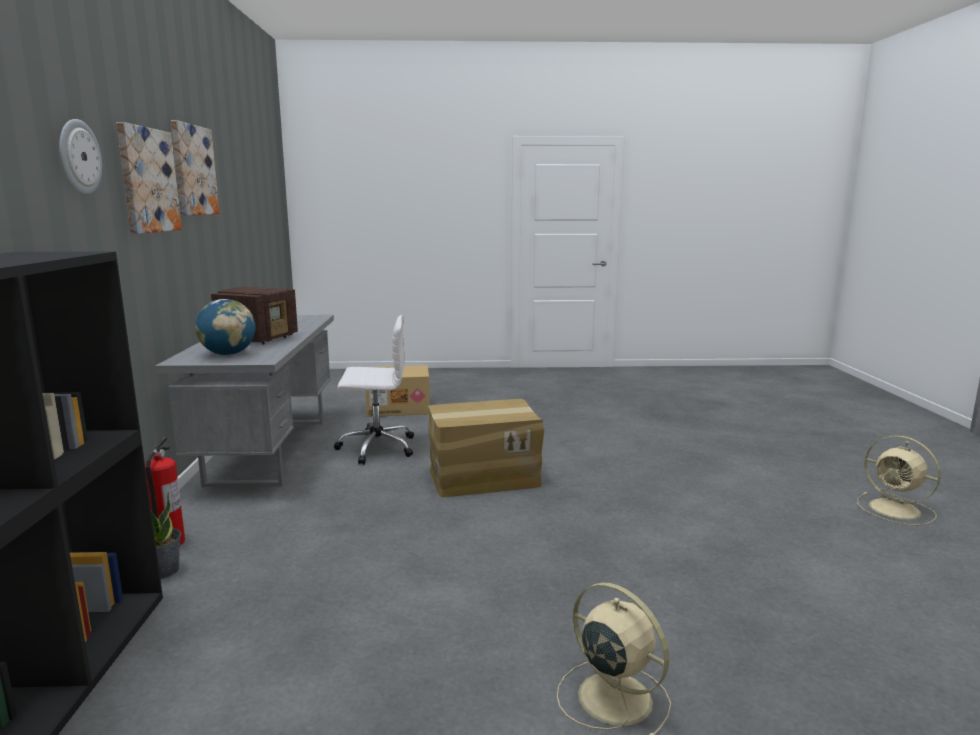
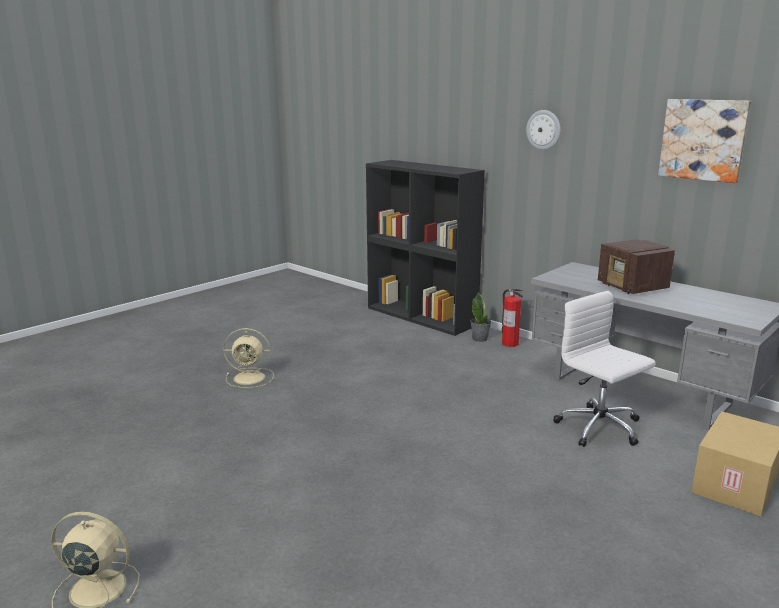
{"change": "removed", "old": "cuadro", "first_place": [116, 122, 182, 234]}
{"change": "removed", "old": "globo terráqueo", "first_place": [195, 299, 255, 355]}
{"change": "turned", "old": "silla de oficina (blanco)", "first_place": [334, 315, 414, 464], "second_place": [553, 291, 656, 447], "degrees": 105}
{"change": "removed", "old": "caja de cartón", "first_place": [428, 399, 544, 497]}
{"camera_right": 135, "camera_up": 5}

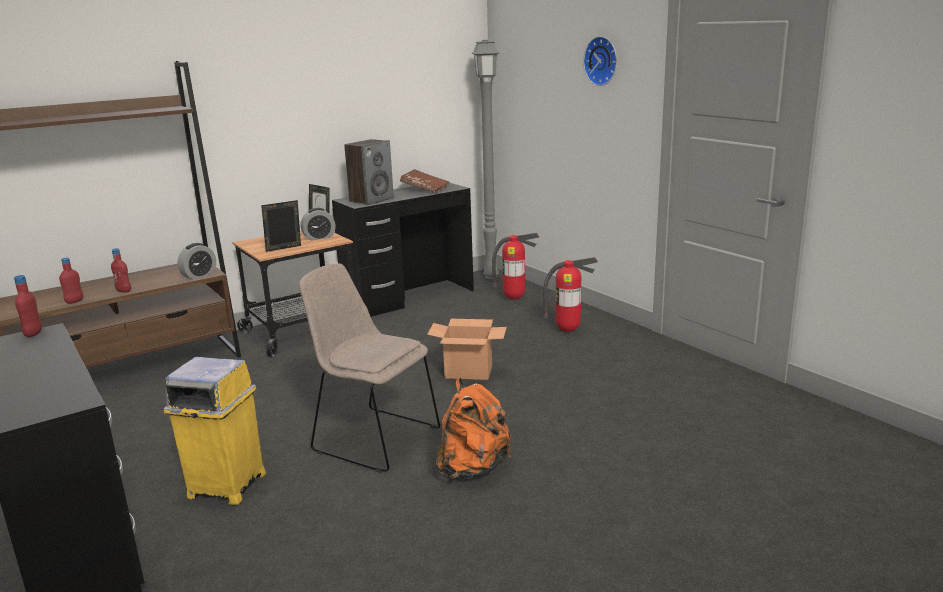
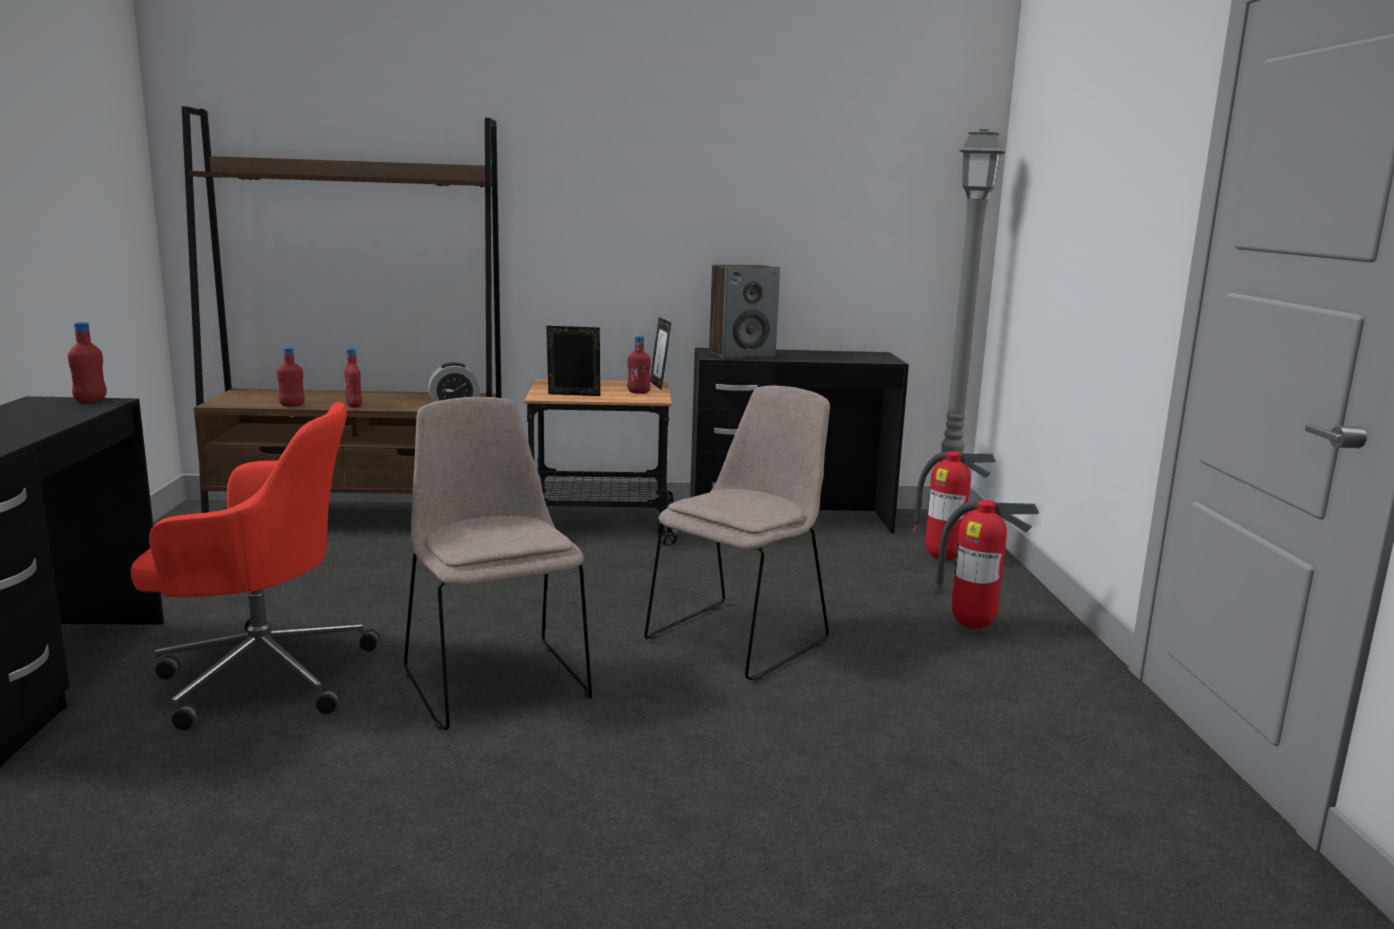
{"change": "removed", "old": "reloj de pared", "first_place": [583, 36, 617, 86]}
{"change": "removed", "old": "libro (marrón)", "first_place": [400, 169, 450, 193]}
{"change": "replaced", "old": "despertador", "new": "botella (rojo)", "first_place": [301, 208, 335, 241], "second_place": [627, 336, 651, 394]}
{"change": "replaced", "old": "caja de cartón", "new": "silla (beis)", "first_place": [427, 319, 507, 380], "second_place": [644, 385, 830, 681]}
{"change": "replaced", "old": "papelera (amarillo)", "new": "silla de oficina (rojo)", "first_place": [164, 357, 266, 505], "second_place": [130, 402, 380, 730]}
{"change": "removed", "old": "mochila (naranja)", "first_place": [436, 378, 511, 479]}
{"camera_right": 30, "camera_up": -5}

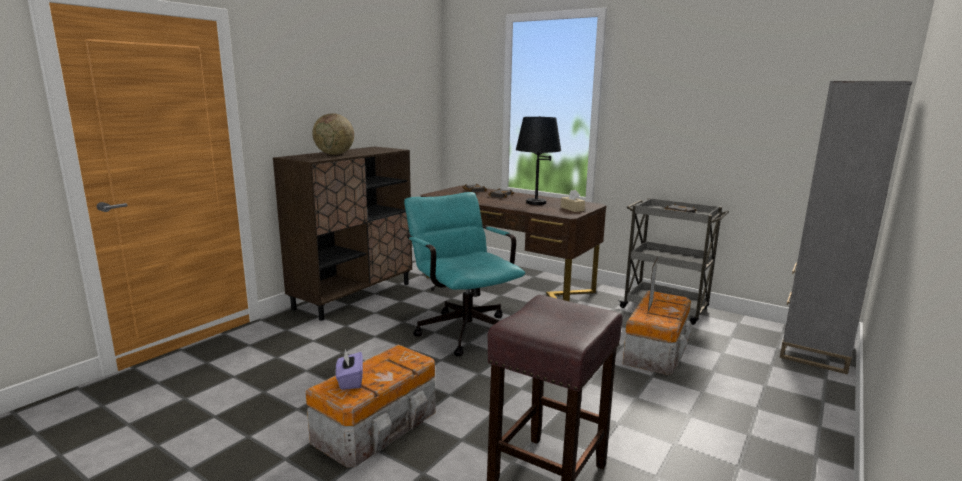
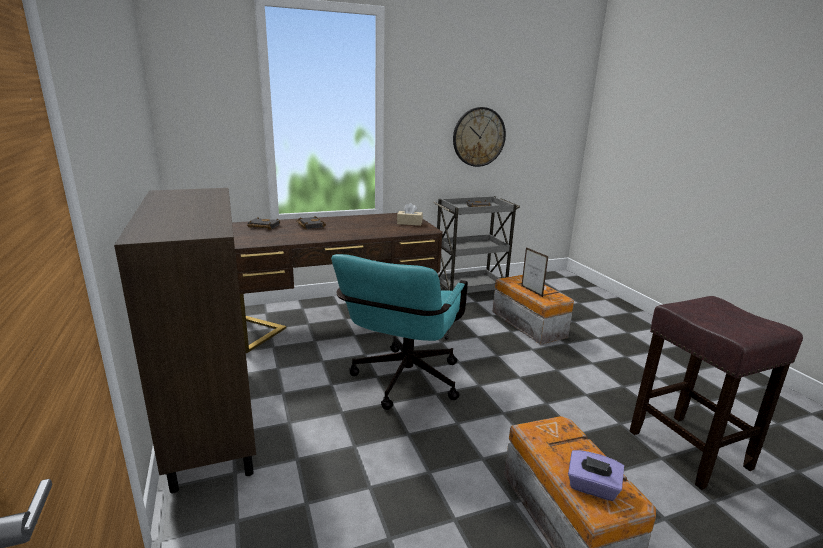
{"change": "removed", "old": "estantería (gris)", "first_place": [780, 81, 912, 374]}
{"change": "removed", "old": "globo terráqueo", "first_place": [312, 113, 354, 155]}
{"change": "removed", "old": "lámpara de mesa (negro)", "first_place": [516, 116, 561, 205]}
{"change": "turned", "old": "silla de oficina (turquesa)", "first_place": [404, 192, 525, 357], "second_place": [331, 254, 468, 410], "degrees": -75}
{"change": "added", "new": "reloj de pared", "second_place": [453, 107, 506, 167]}
{"camera_right": -55, "camera_up": 5}

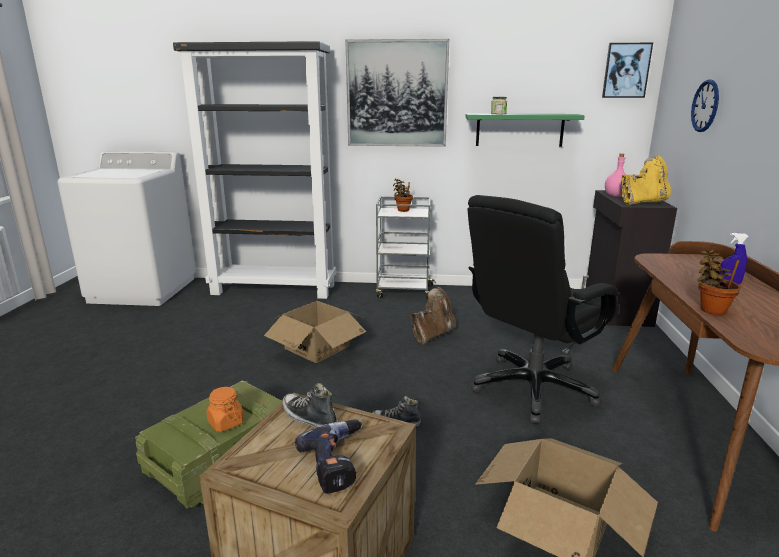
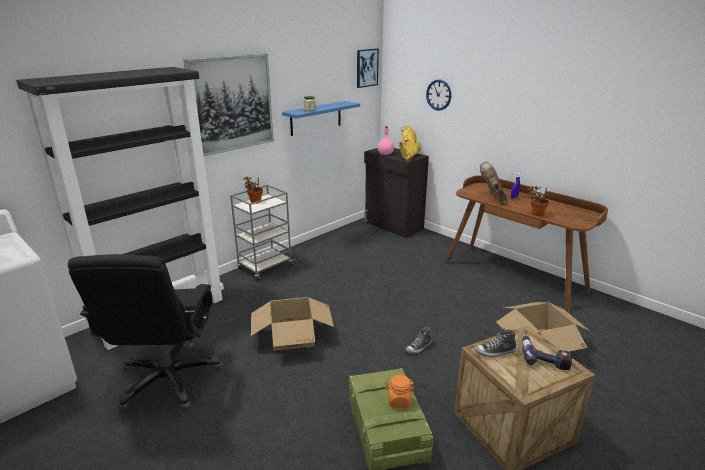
{"change": "recoloured", "old": "estante (verde)", "new": "estante (azul)", "first_place": [465, 113, 585, 147], "second_place": [282, 101, 360, 136]}
{"change": "moved", "old": "silla de oficina (negro)", "first_place": [467, 195, 619, 424], "second_place": [68, 254, 223, 411]}
{"change": "moved", "old": "bota (marrón)", "first_place": [410, 287, 456, 345], "second_place": [480, 162, 507, 205]}
{"camera_right": -50, "camera_up": 5}

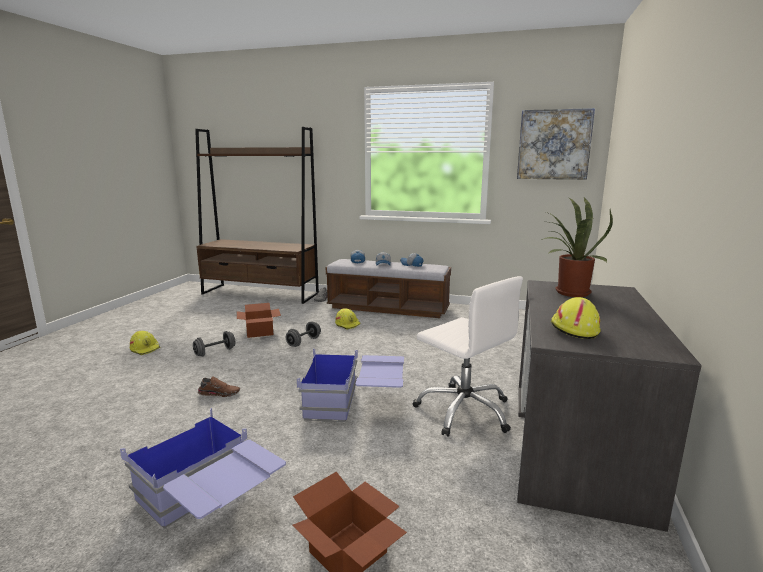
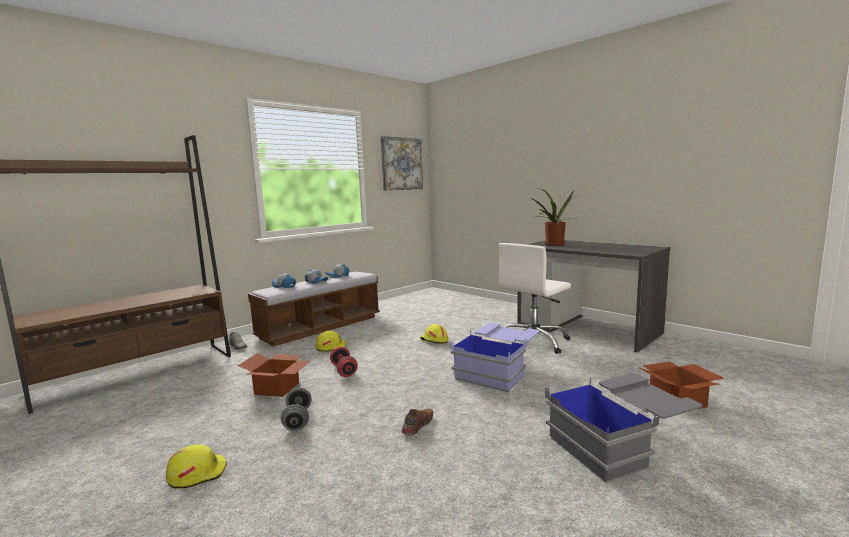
{"change": "turned", "old": "silla de oficina (blanco)", "first_place": [413, 276, 523, 437], "second_place": [499, 243, 571, 354], "degrees": 150}
{"change": "moved", "old": "casco (amarillo)", "first_place": [551, 297, 601, 339], "second_place": [420, 324, 448, 344]}
{"change": "recoloured", "old": "mancuerna (gris)", "new": "mancuerna (rojo)", "first_place": [286, 321, 321, 347], "second_place": [330, 347, 358, 377]}
{"change": "recoloured", "old": "caja de almacenaje (azul)", "new": "caja de almacenaje (gris)", "first_place": [120, 408, 286, 529], "second_place": [545, 373, 703, 483]}
{"camera_right": -60, "camera_up": -5}

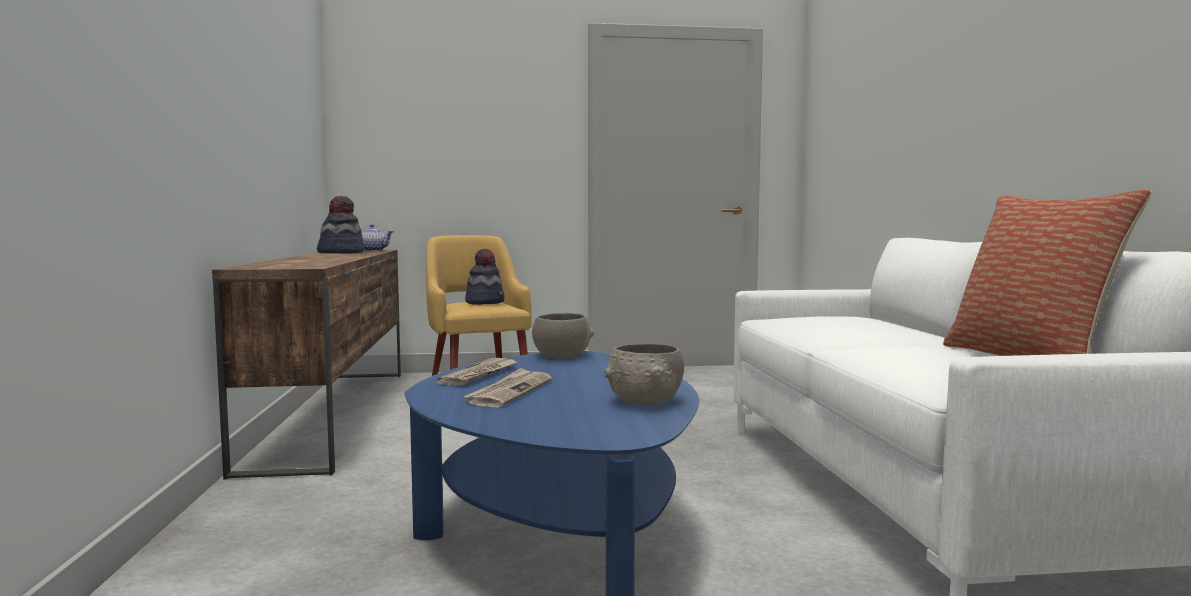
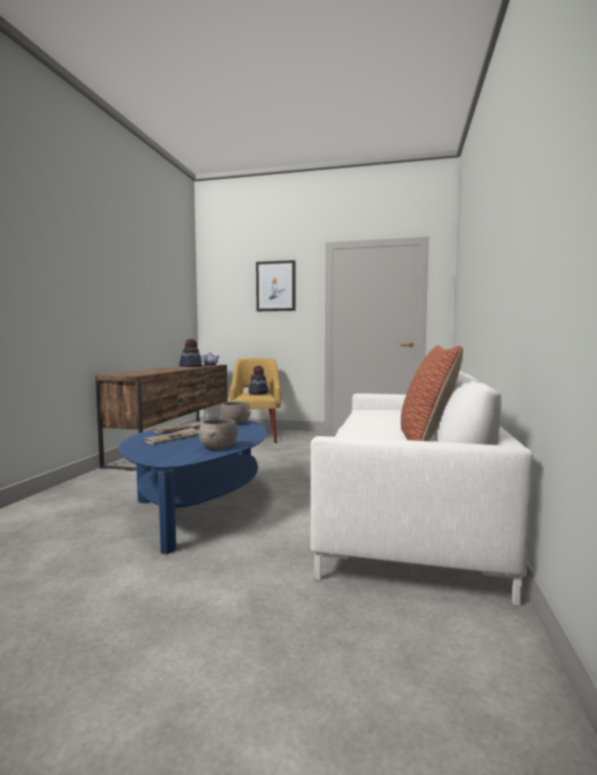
{"change": "added", "new": "cuadro", "second_place": [256, 260, 295, 311]}
{"camera_right": 20, "camera_up": 0}

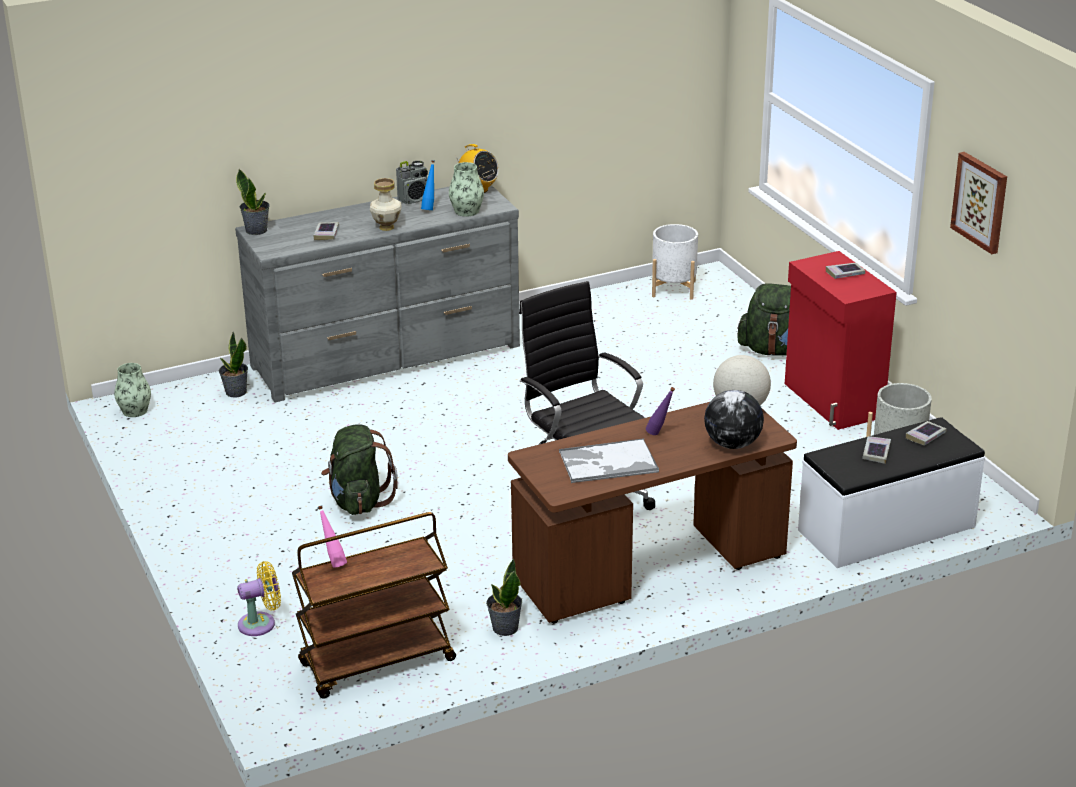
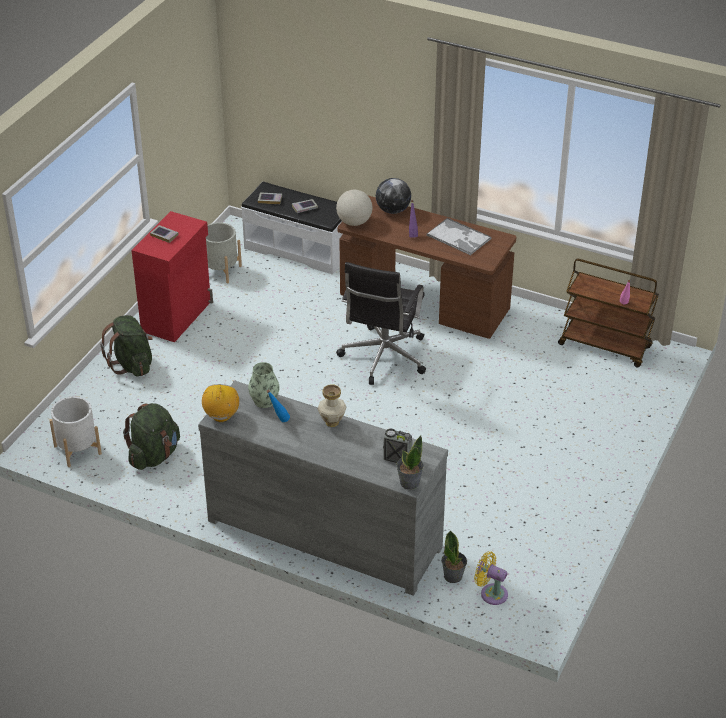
{"change": "removed", "old": "cuadro", "first_place": [950, 152, 1007, 254]}
{"change": "moved", "old": "radio", "first_place": [396, 161, 428, 204], "second_place": [383, 429, 412, 463]}
{"change": "removed", "old": "libro", "first_place": [313, 222, 339, 240]}
{"change": "removed", "old": "florero", "first_place": [114, 363, 151, 417]}
{"change": "moved", "old": "mochila (verde)", "first_place": [321, 424, 398, 515], "second_place": [123, 403, 180, 470]}
{"change": "removed", "old": "planta en maceta", "first_place": [486, 558, 522, 636]}
{"change": "moved", "old": "ventilador (amarillo)", "first_place": [237, 561, 281, 636], "second_place": [474, 552, 508, 605]}
{"camera_right": -130, "camera_up": 10}

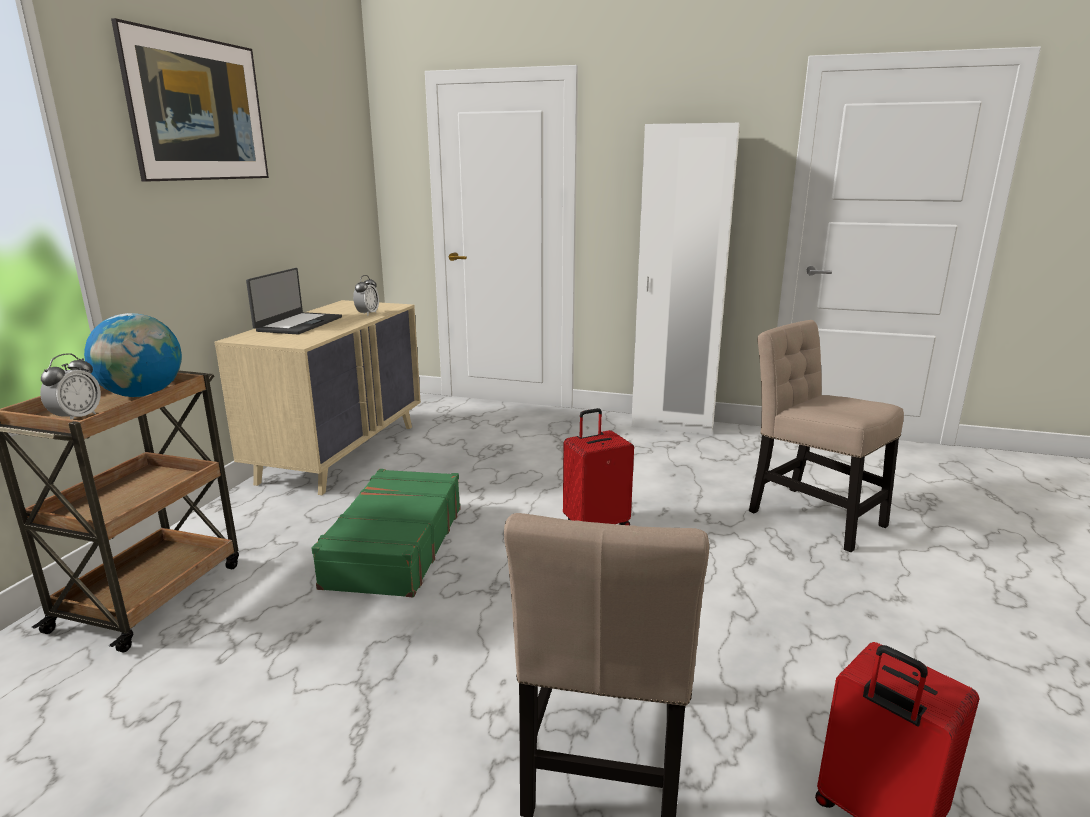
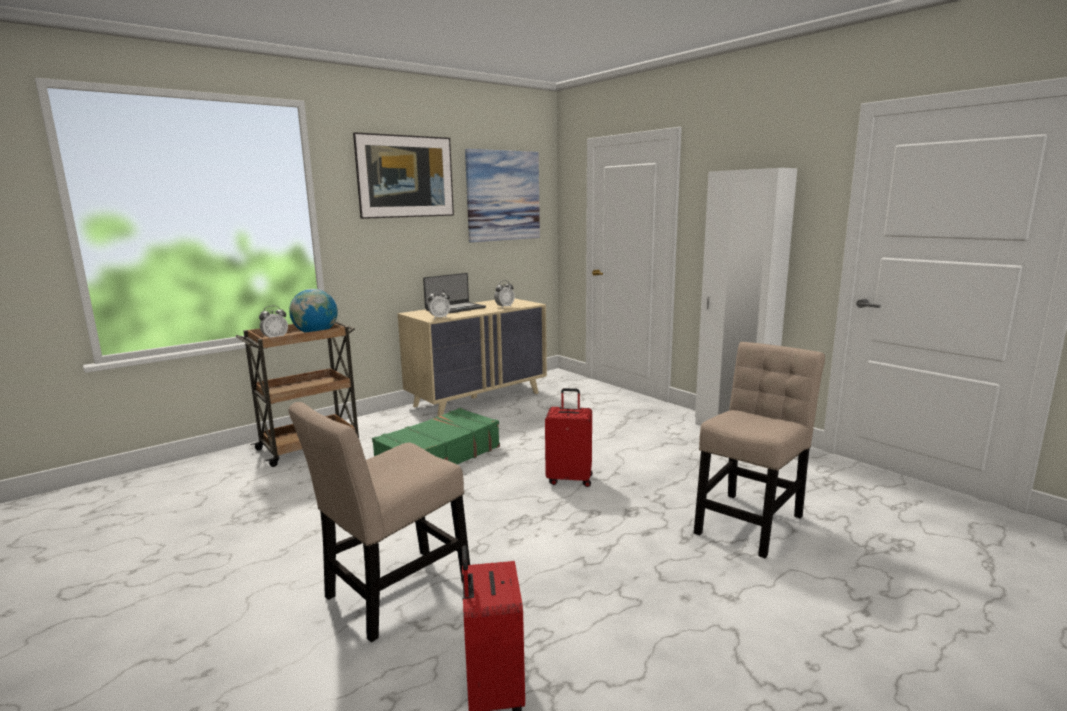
{"change": "turned", "old": "silla (beis)", "first_place": [749, 320, 904, 552], "second_place": [694, 342, 825, 558], "degrees": 45}
{"change": "added", "new": "cuadro", "second_place": [465, 149, 540, 243]}
{"change": "added", "new": "despertador", "second_place": [428, 289, 450, 319]}
{"camera_right": 35, "camera_up": -5}

